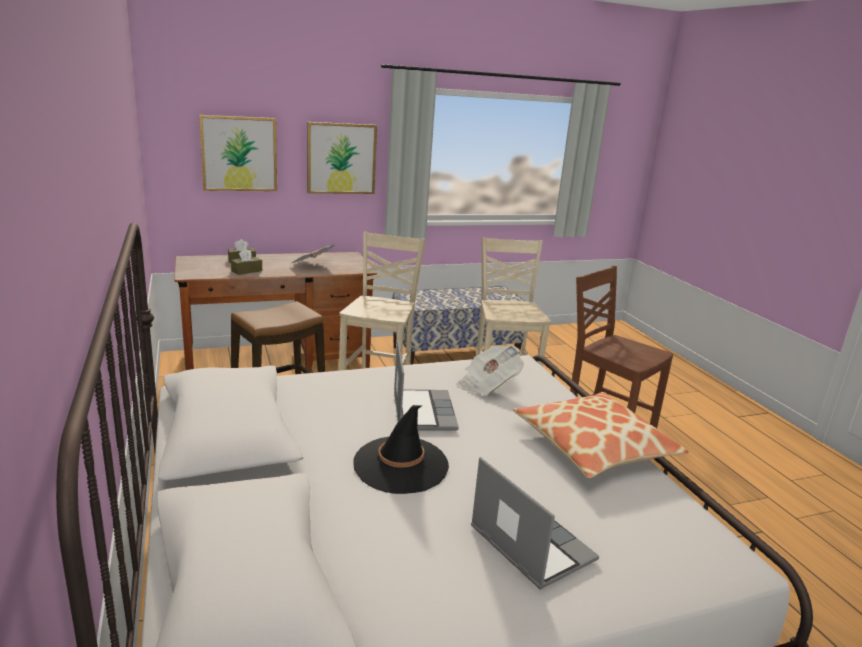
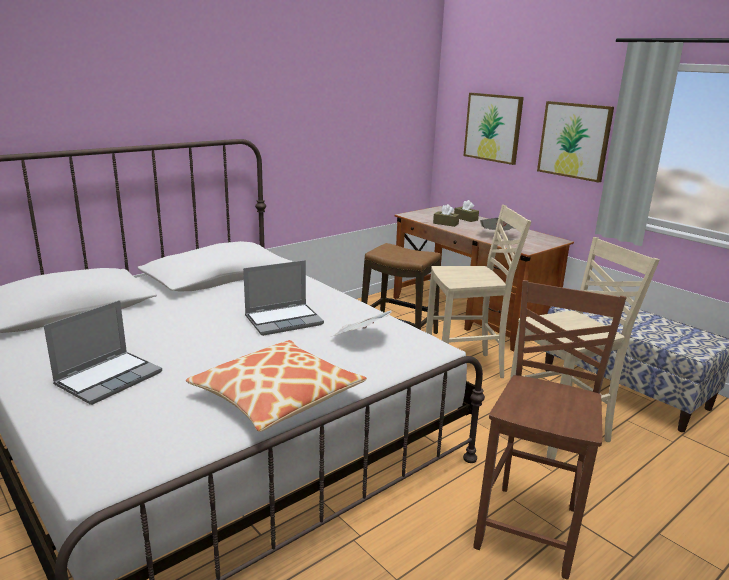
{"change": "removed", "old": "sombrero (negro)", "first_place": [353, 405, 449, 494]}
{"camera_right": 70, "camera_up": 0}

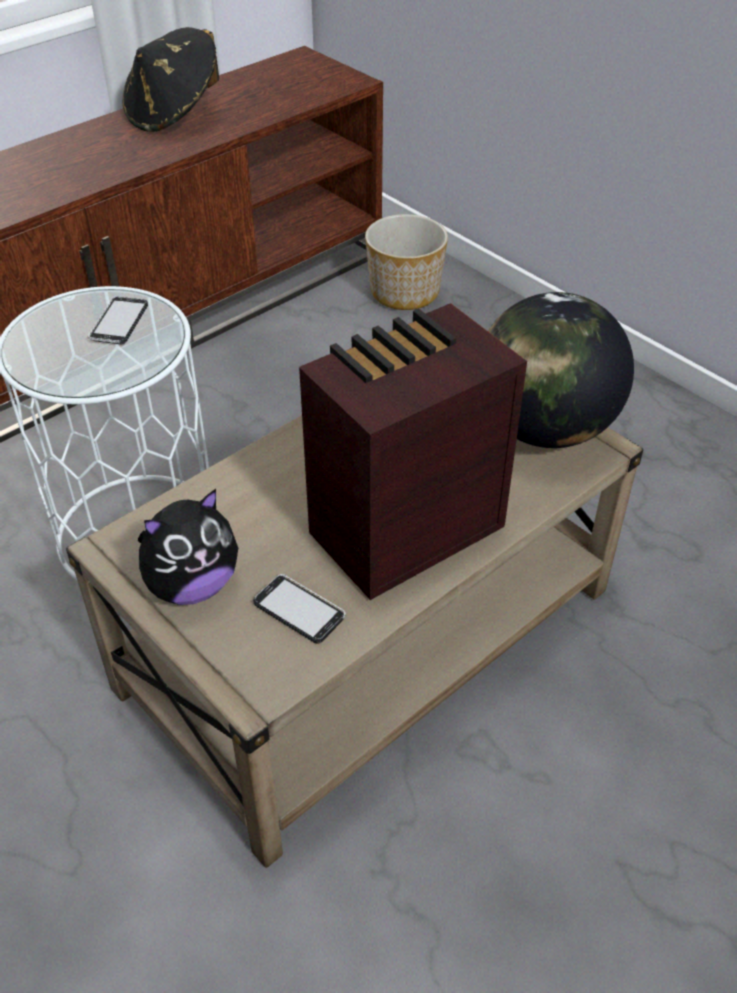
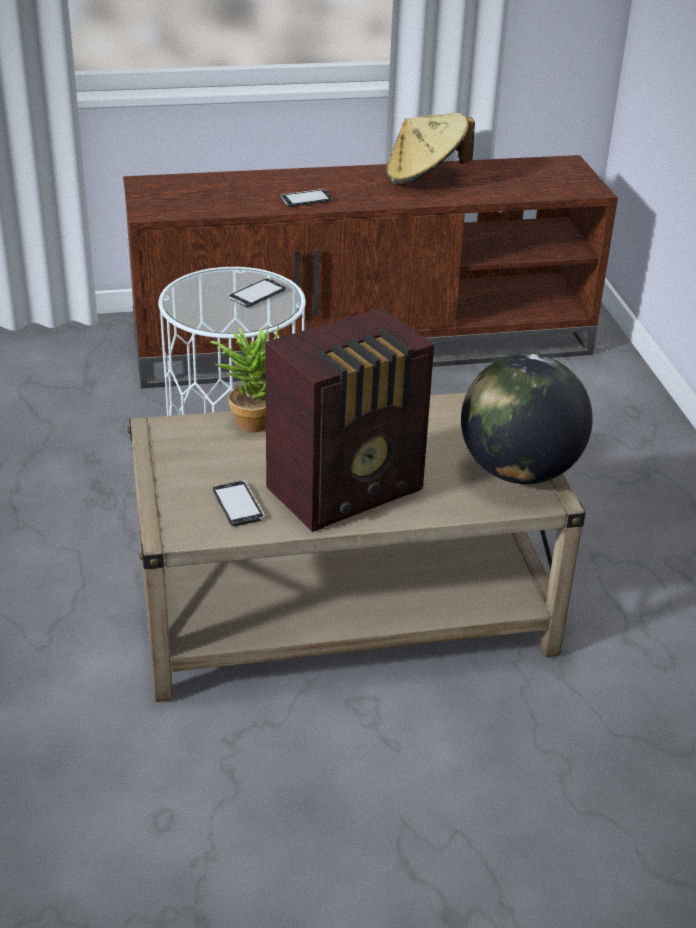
{"change": "recoloured", "old": "sombrero (negro)", "new": "sombrero (beis)", "first_place": [122, 27, 219, 132], "second_place": [386, 113, 475, 185]}
{"change": "removed", "old": "maceta", "first_place": [365, 214, 448, 310]}
{"change": "turned", "old": "radio", "first_place": [299, 303, 527, 600], "second_place": [265, 307, 434, 532], "degrees": 150}
{"change": "removed", "old": "peluche", "first_place": [138, 489, 238, 605]}
{"change": "added", "new": "móvil", "second_place": [280, 189, 333, 207]}
{"change": "added", "new": "planta en maceta", "second_place": [211, 324, 279, 433]}
{"camera_right": 30, "camera_up": -10}

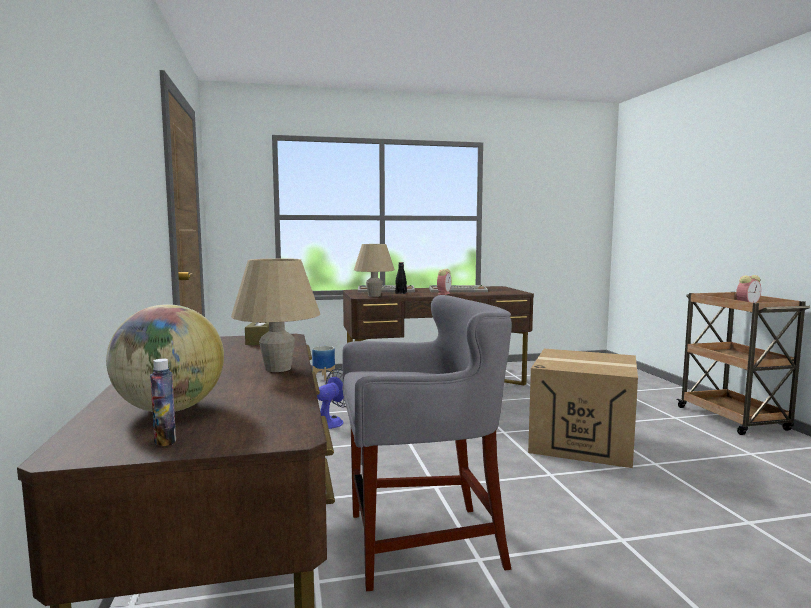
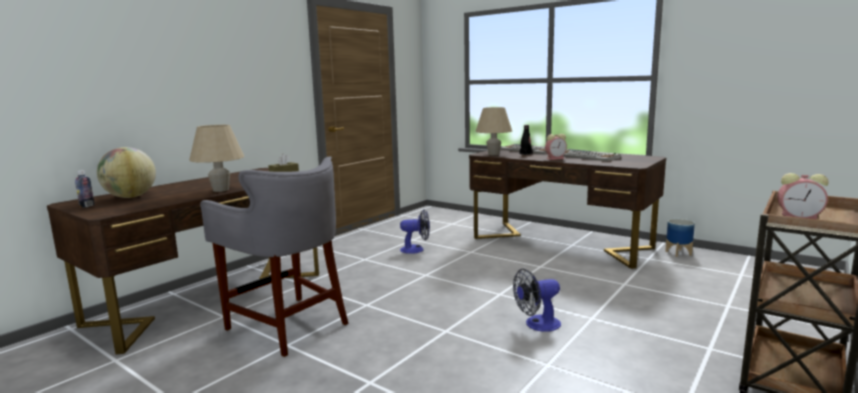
{"change": "moved", "old": "maceta", "first_place": [312, 346, 335, 381], "second_place": [665, 219, 695, 257]}
{"change": "replaced", "old": "caja de cartón", "new": "ventilador", "first_place": [528, 349, 638, 468], "second_place": [513, 269, 561, 332]}
{"camera_right": 50, "camera_up": 5}

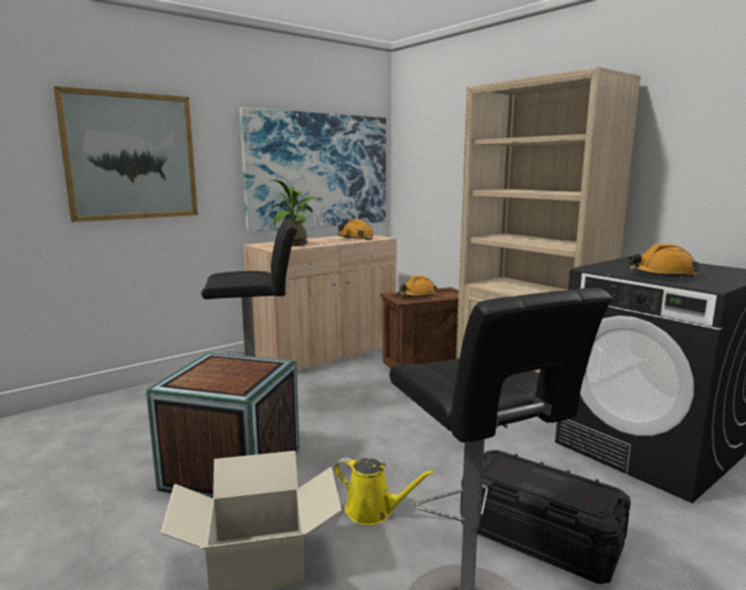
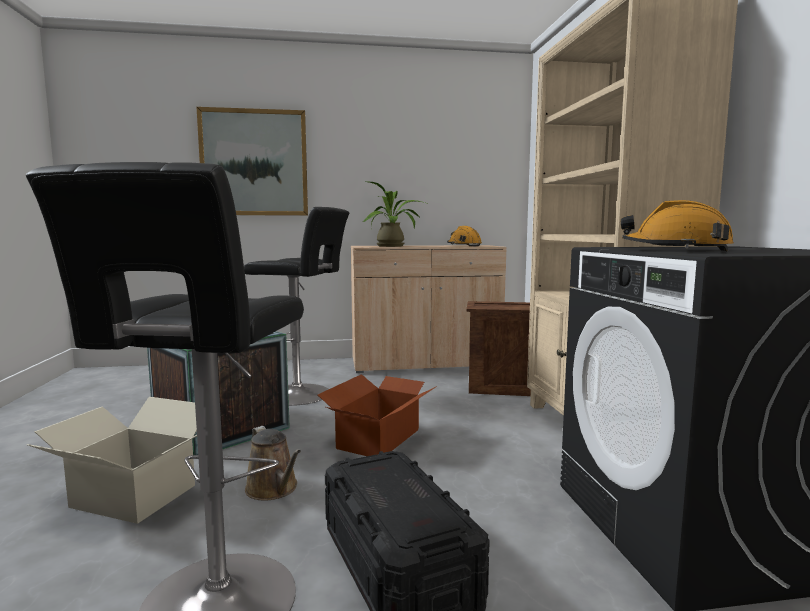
{"change": "removed", "old": "cuadro", "first_place": [240, 107, 386, 232]}
{"change": "removed", "old": "casco (naranja)", "first_place": [398, 275, 437, 297]}
{"change": "recoloured", "old": "regadera (amarillo)", "new": "regadera (marrón)", "first_place": [334, 457, 435, 525], "second_place": [245, 426, 301, 501]}
{"change": "added", "new": "caja de cartón", "second_place": [318, 374, 437, 456]}
{"camera_right": 30, "camera_up": -5}

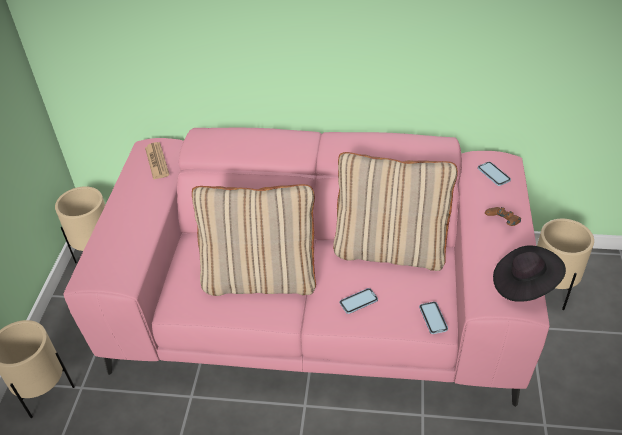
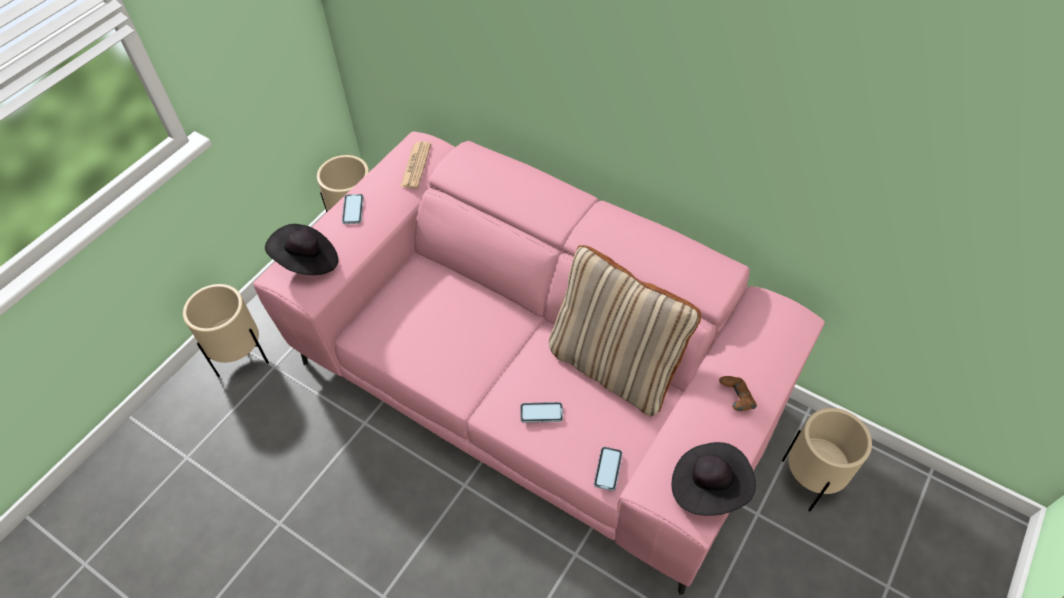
{"change": "moved", "old": "móvil", "first_place": [478, 162, 511, 186], "second_place": [342, 194, 364, 224]}
{"change": "removed", "old": "cojín (beis)", "first_place": [192, 184, 316, 296]}
{"change": "added", "new": "sombrero (negro)", "second_place": [265, 224, 338, 275]}
{"camera_right": 25, "camera_up": 10}

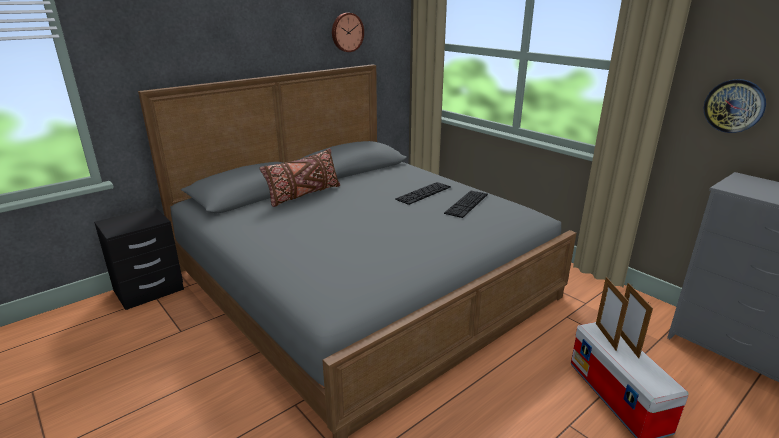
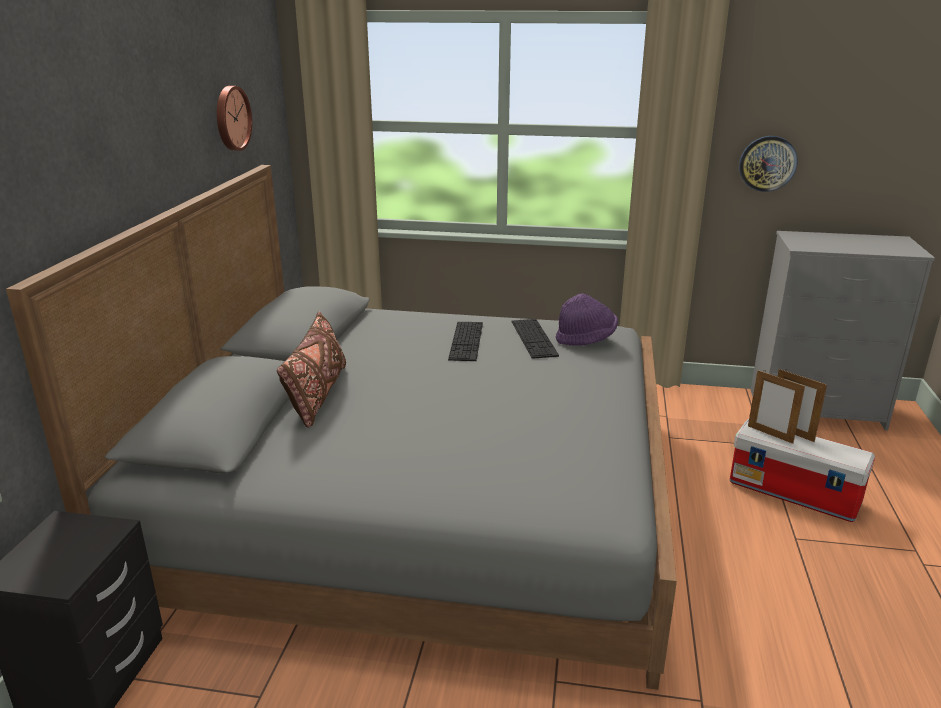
{"change": "added", "new": "sombrero (morado)", "second_place": [556, 293, 618, 346]}
{"camera_right": -40, "camera_up": 0}

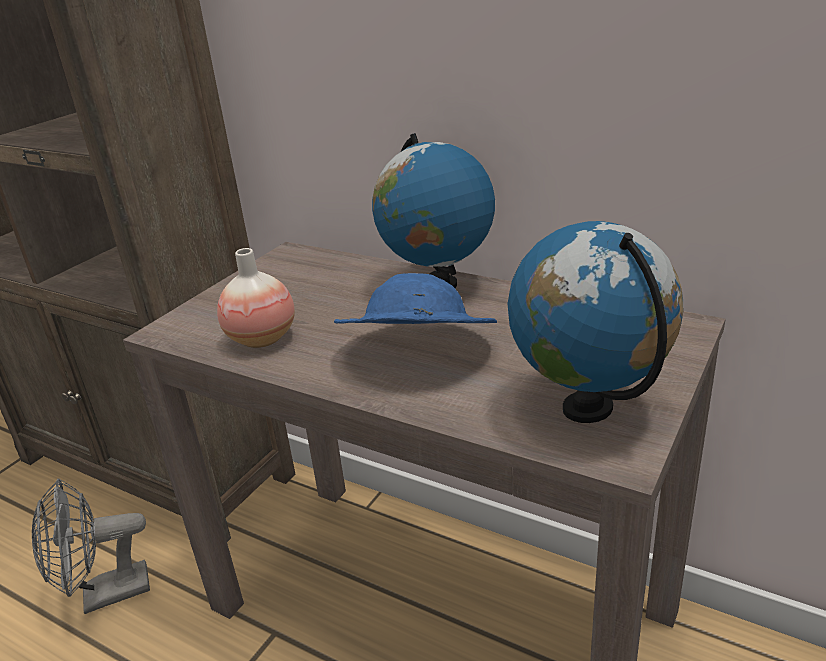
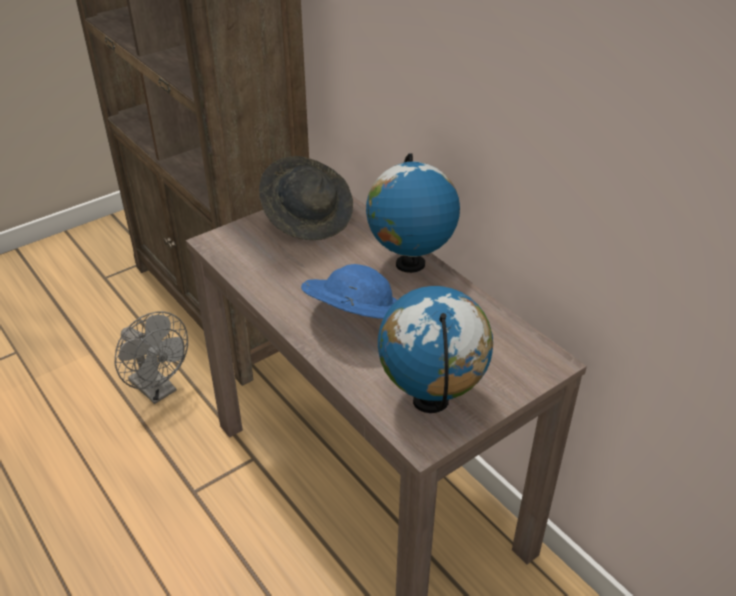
{"change": "removed", "old": "florero", "first_place": [217, 248, 295, 348]}
{"change": "turned", "old": "ventilador (gris)", "first_place": [32, 479, 150, 614], "second_place": [115, 311, 188, 404], "degrees": -135}
{"change": "added", "new": "sombrero (gris)", "second_place": [259, 156, 353, 240]}
{"camera_right": 20, "camera_up": 10}

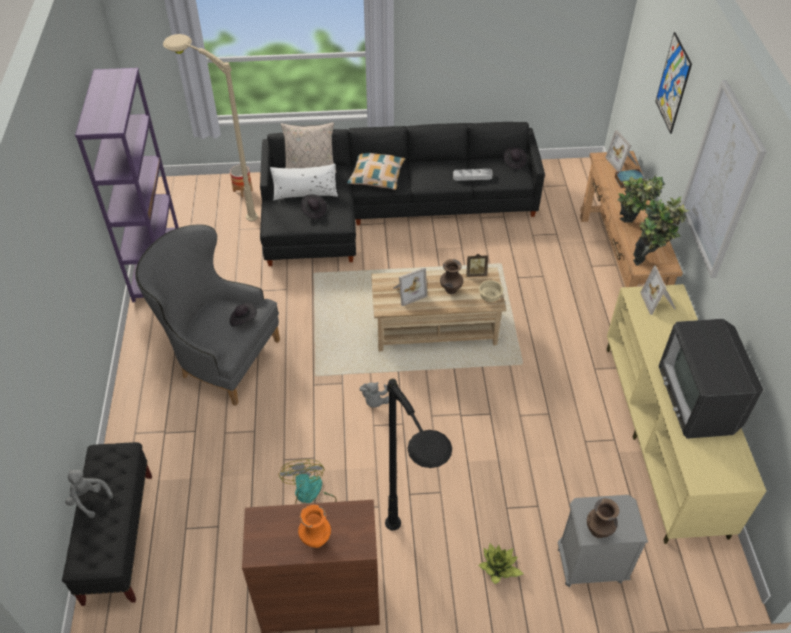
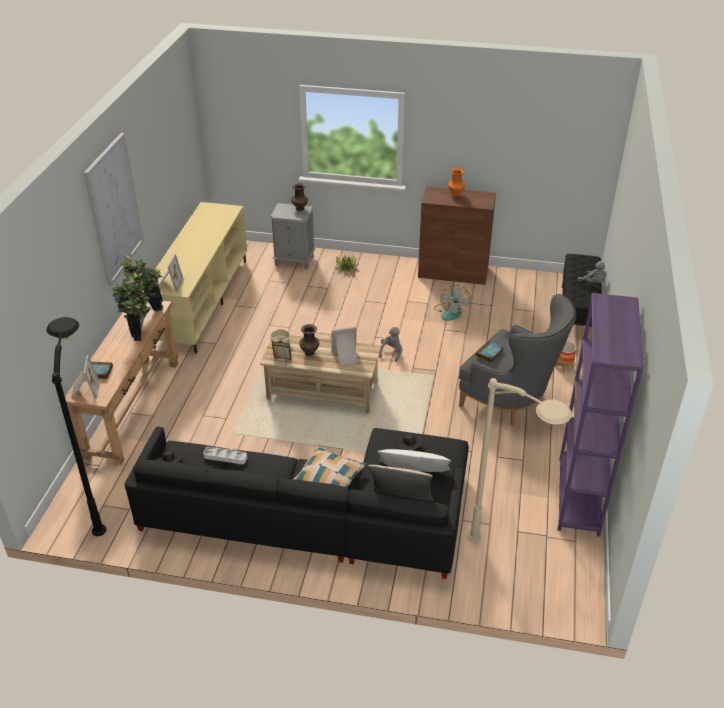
{"change": "removed", "old": "cuadro", "first_place": [655, 32, 692, 134]}
{"change": "moved", "old": "maceta", "first_place": [230, 165, 253, 197], "second_place": [555, 341, 577, 373]}
{"change": "replaced", "old": "sombrero (negro)", "new": "libro", "first_place": [230, 302, 257, 326], "second_place": [476, 341, 503, 363]}
{"change": "removed", "old": "televisor", "first_place": [659, 319, 763, 439]}
{"change": "moved", "old": "lámpara de pie (negro)", "first_place": [385, 379, 452, 531], "second_place": [46, 317, 106, 536]}
{"camera_right": -165, "camera_up": -10}

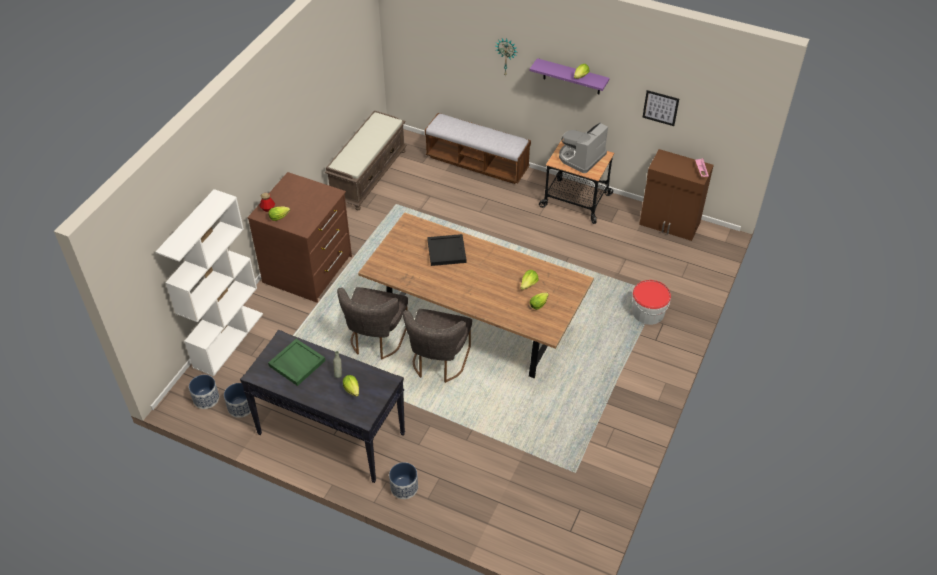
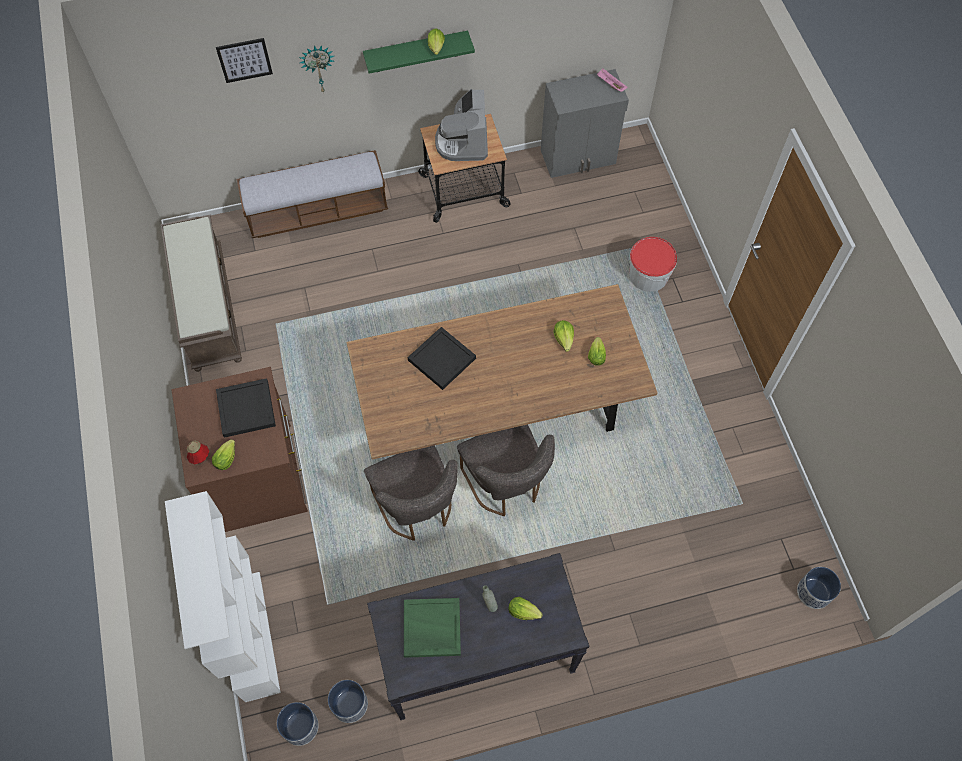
{"change": "recoloured", "old": "estante (morado)", "new": "estante (verde)", "first_place": [530, 58, 610, 94], "second_place": [363, 31, 475, 74]}
{"change": "moved", "old": "cuadro", "first_place": [642, 90, 679, 126], "second_place": [216, 38, 273, 83]}
{"change": "recoloured", "old": "armario (marrón)", "new": "armario (gris)", "first_place": [639, 149, 714, 241], "second_place": [541, 69, 629, 178]}
{"change": "moved", "old": "maceta", "first_place": [389, 462, 418, 499], "second_place": [797, 567, 841, 609]}
{"change": "added", "new": "bandeja (negro)", "second_place": [216, 378, 276, 438]}
{"camera_right": -40, "camera_up": 15}

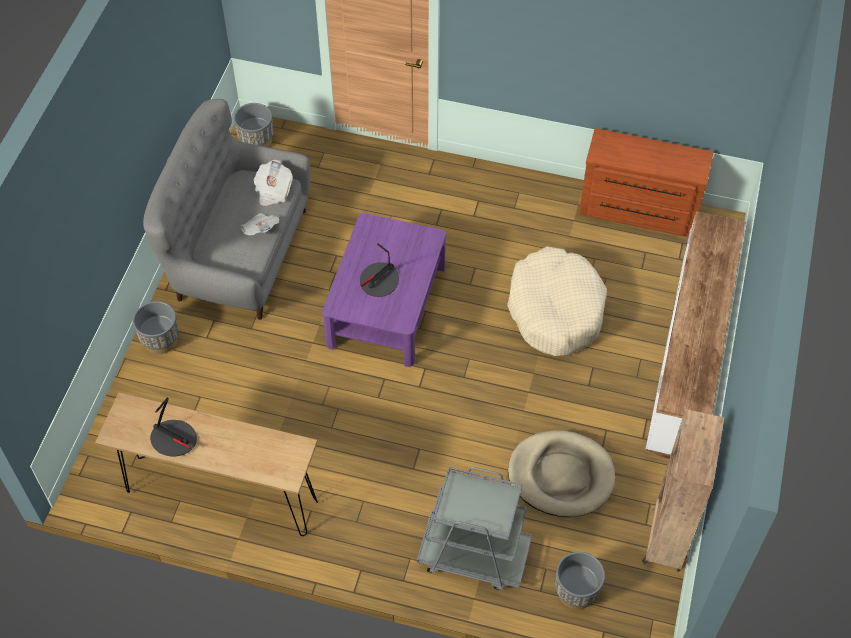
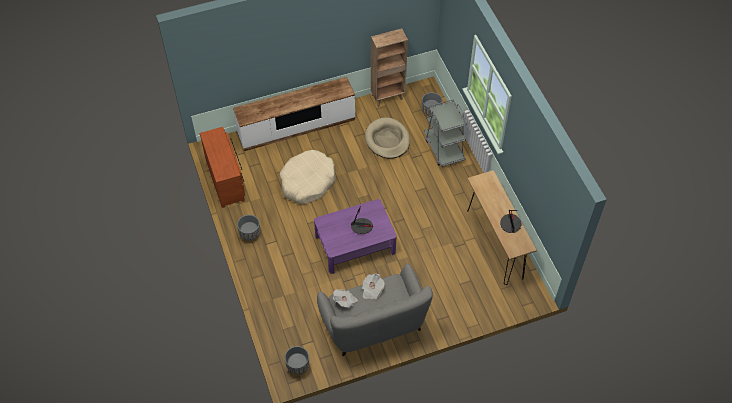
{"change": "moved", "old": "maceta (gris)", "first_place": [133, 301, 179, 354], "second_place": [237, 215, 260, 243]}
{"camera_right": -125, "camera_up": 0}

